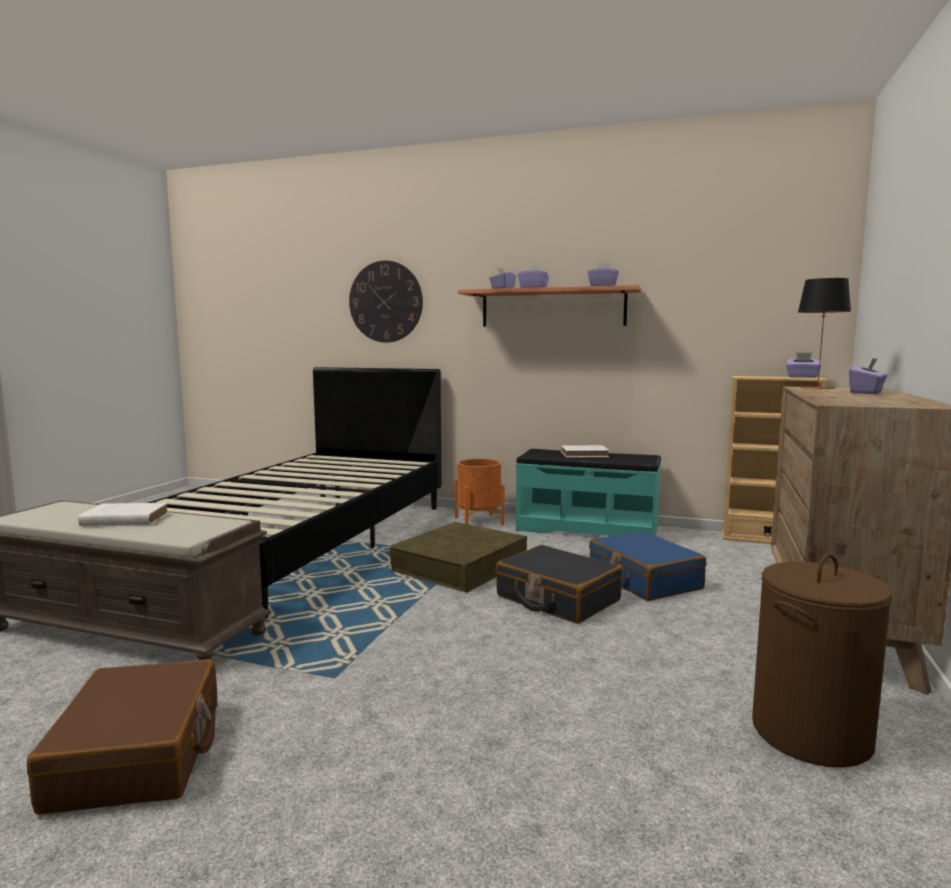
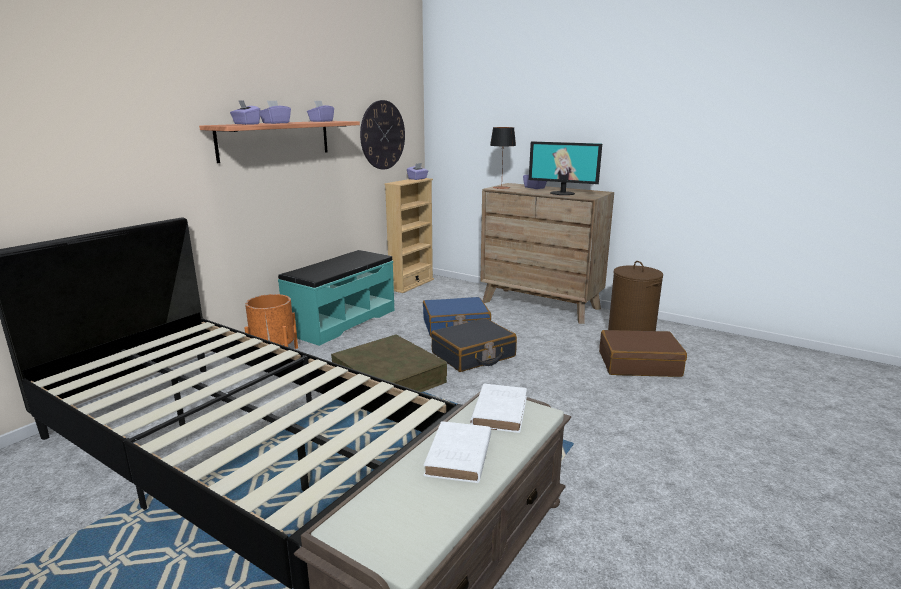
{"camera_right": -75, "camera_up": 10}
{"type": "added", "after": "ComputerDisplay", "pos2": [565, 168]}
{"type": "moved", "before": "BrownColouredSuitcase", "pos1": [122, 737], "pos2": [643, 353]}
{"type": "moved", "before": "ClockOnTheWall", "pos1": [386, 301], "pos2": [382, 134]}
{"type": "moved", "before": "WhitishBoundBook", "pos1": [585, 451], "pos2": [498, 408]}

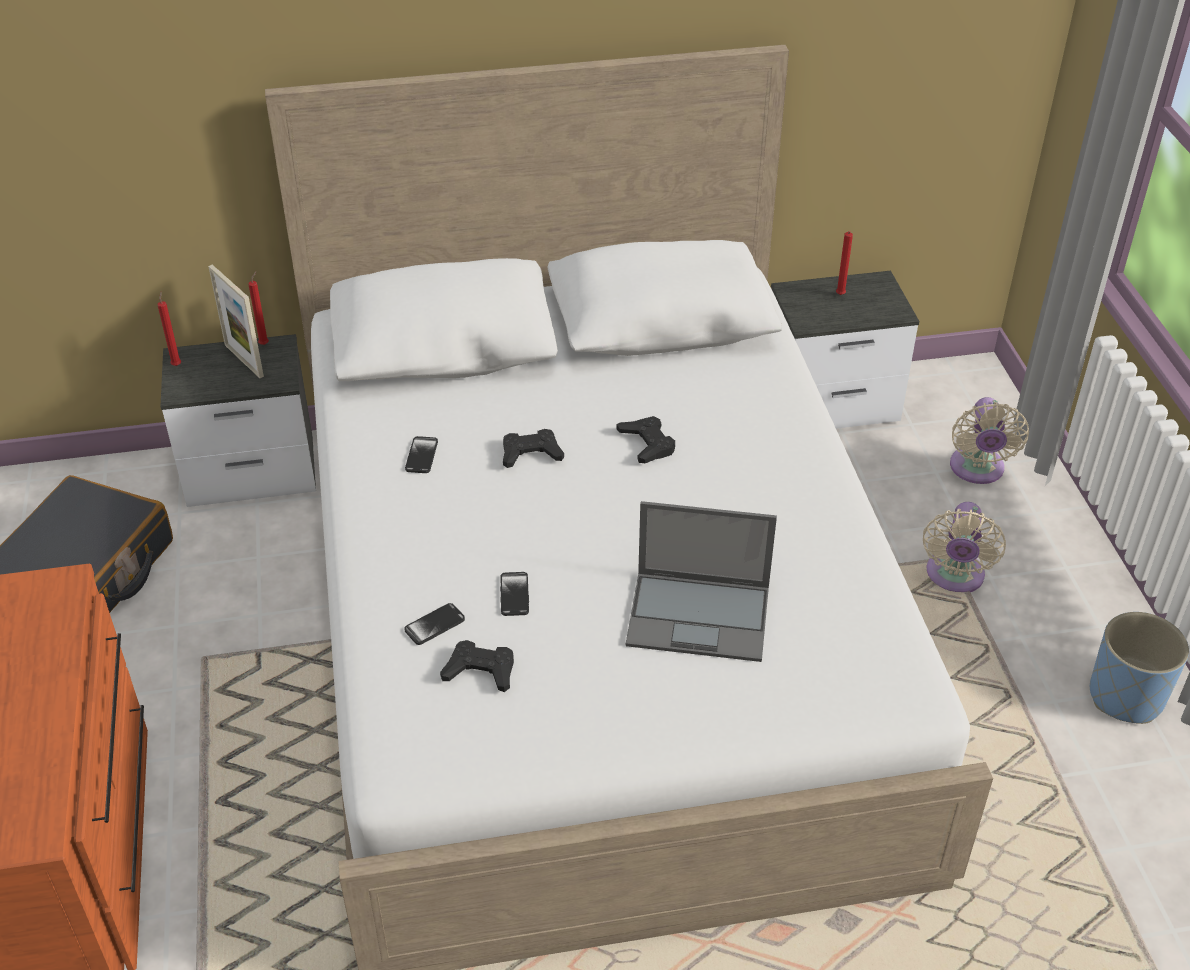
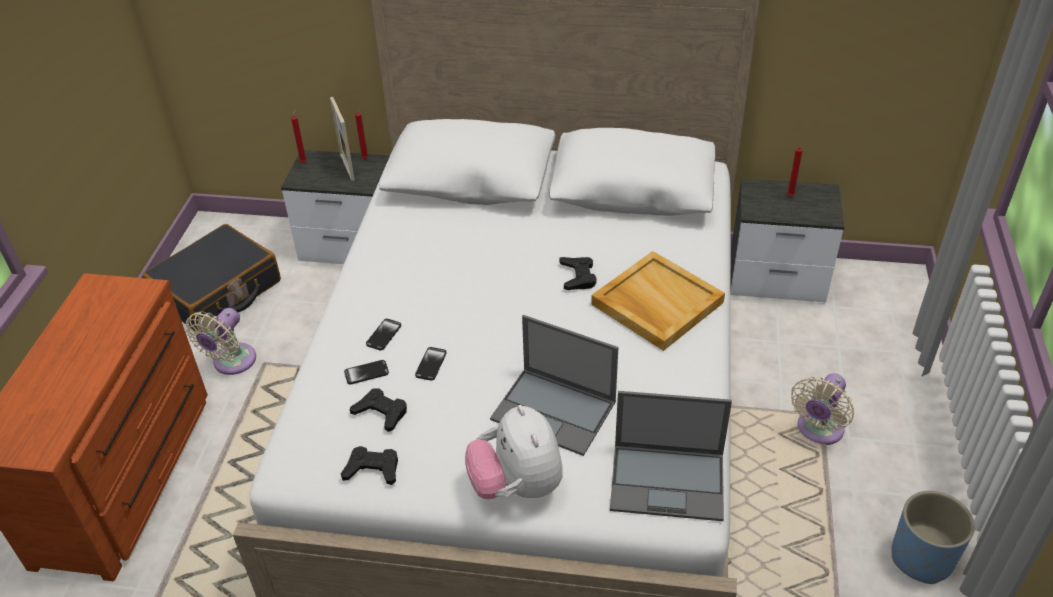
{"camera_right": 20, "camera_up": 0}
{"type": "added", "after": "CuddlyToy", "pos2": [514, 452]}
{"type": "added", "after": "BeigeColouredServingTray", "pos2": [658, 301]}
{"type": "added", "after": "NotebookComputer", "pos2": [671, 456]}
{"type": "moved", "before": "Telephone", "pos1": [421, 454], "pos2": [383, 334]}
{"type": "moved", "before": "BlackGamepad", "pos1": [533, 448], "pos2": [369, 465]}
{"type": "moved", "before": "BeigeColouredFan", "pos1": [989, 440], "pos2": [220, 341]}

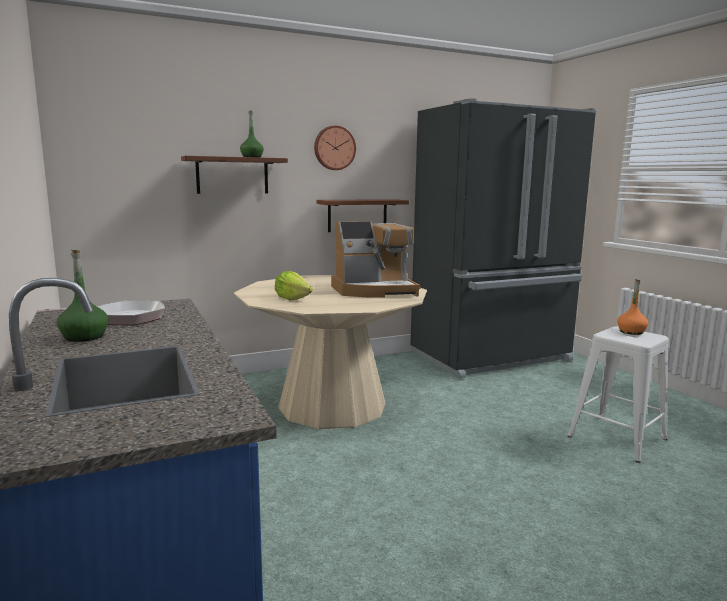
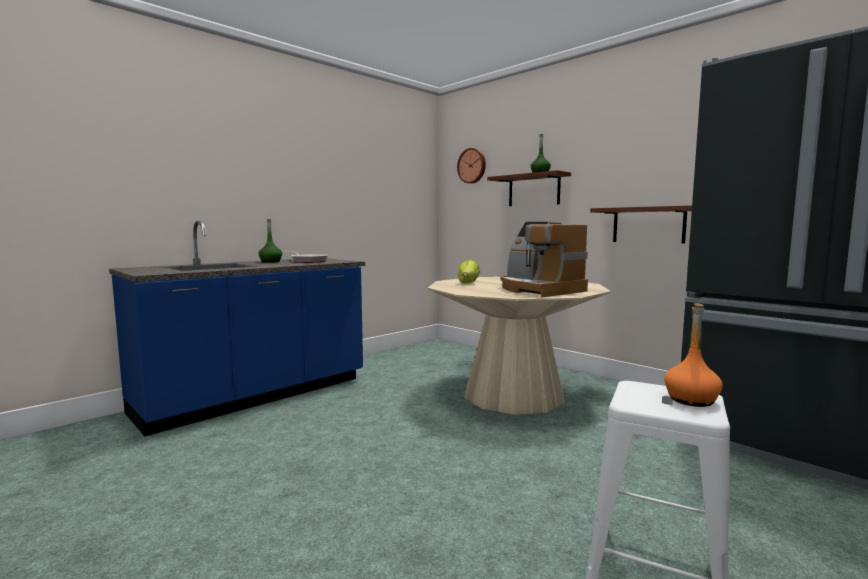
{"camera_right": 70, "camera_up": -5}
{"type": "moved", "before": "ClockOnTheWall", "pos1": [335, 147], "pos2": [471, 166]}

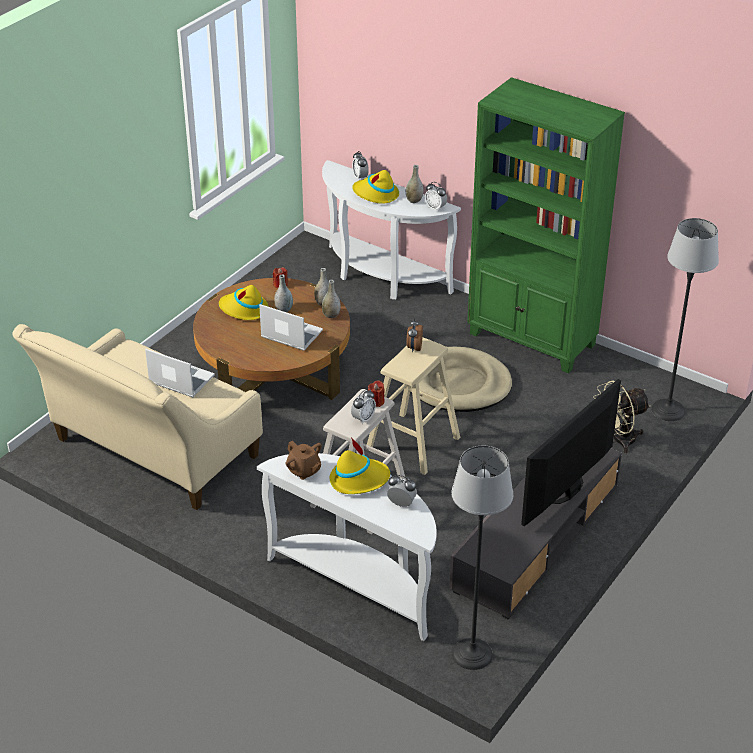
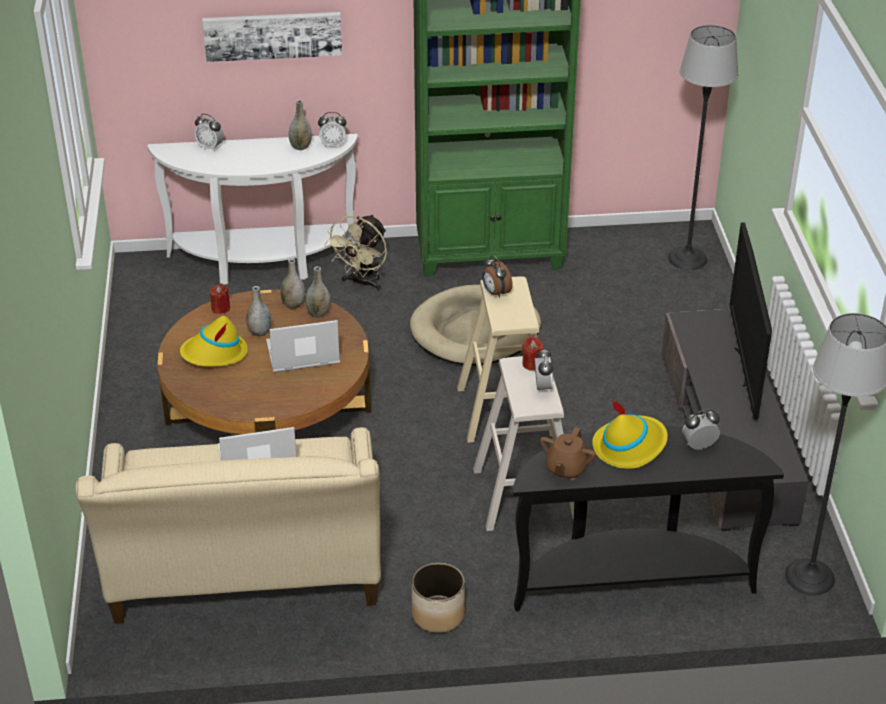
{"camera_right": -40, "camera_up": 0}
{"type": "removed", "before": "YellowHat", "pos1": [375, 187]}
{"type": "added", "after": "WallPicture", "pos2": [272, 37]}
{"type": "added", "after": "PlantPot", "pos2": [438, 598]}
{"type": "moved", "before": "BeigeColouredFan", "pos1": [622, 416], "pos2": [355, 252]}
{"type": "recoloured", "before": "WhitishConsoleTable", "after": "BlackConsoleTable", "pos1": [347, 547], "pos2": [648, 518]}
{"type": "turned", "before": "BrownColouredPotForTea", "pos1": [303, 460], "pos2": [568, 453], "turn": 105}

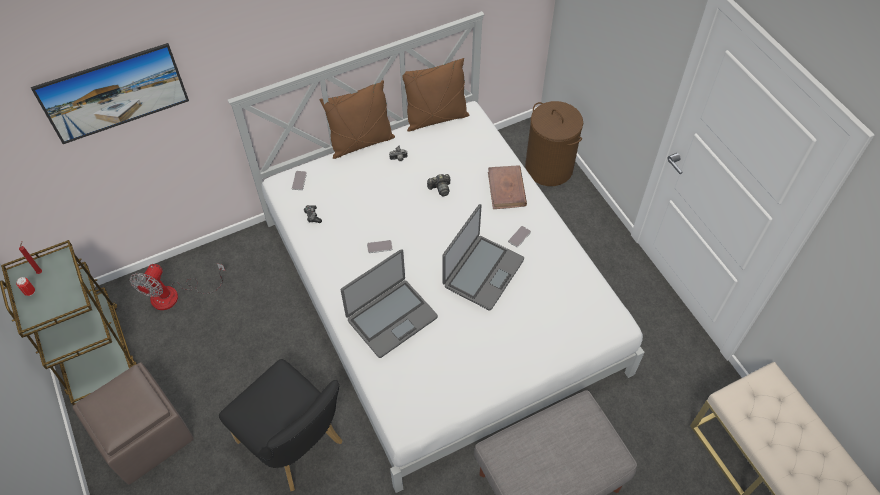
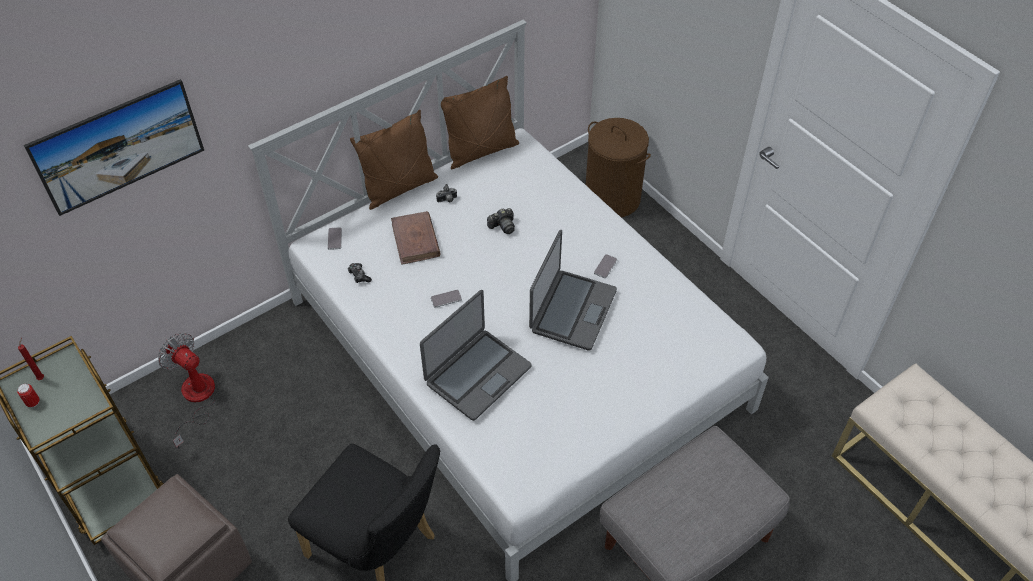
{"camera_right": -10, "camera_up": -5}
{"type": "moved", "before": "BrownColouredBoundBook", "pos1": [507, 187], "pos2": [416, 238]}
{"type": "turned", "before": "Fan", "pos1": [177, 286], "pos2": [186, 391], "turn": 120}

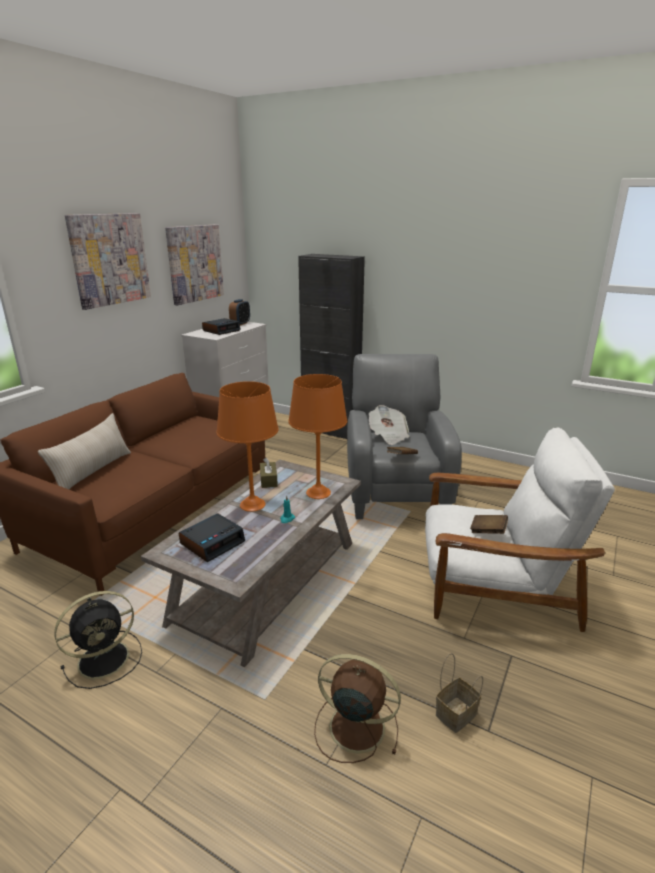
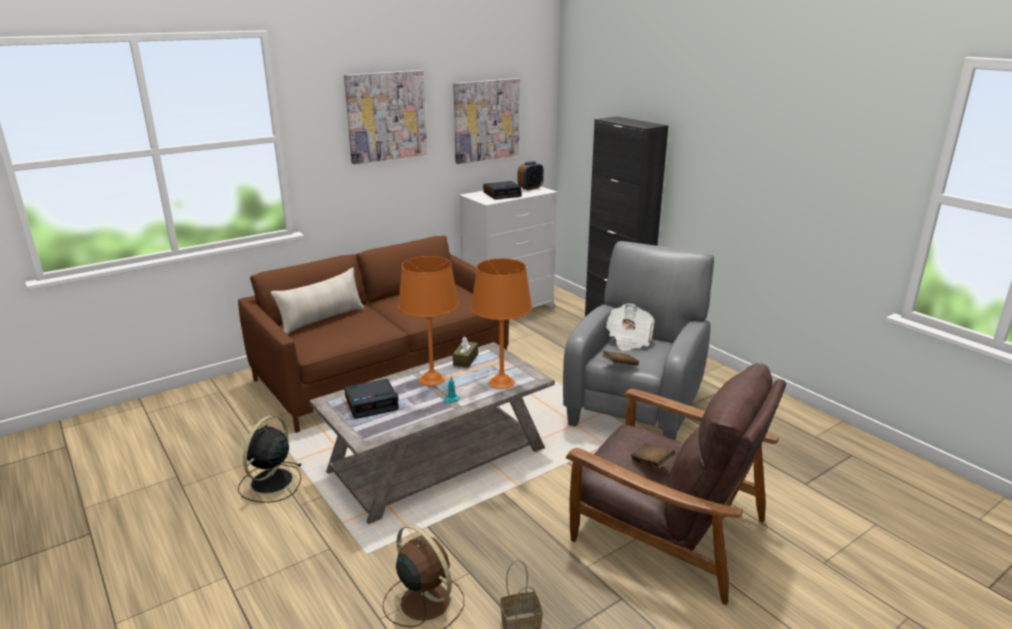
{"camera_right": 25, "camera_up": 0}
{"type": "recoloured", "before": "WhitishEasyChair", "after": "BrownColouredEasyChair", "pos1": [520, 529], "pos2": [676, 484]}
{"type": "turned", "before": "BlackFan", "pos1": [98, 640], "pos2": [269, 459], "turn": 120}

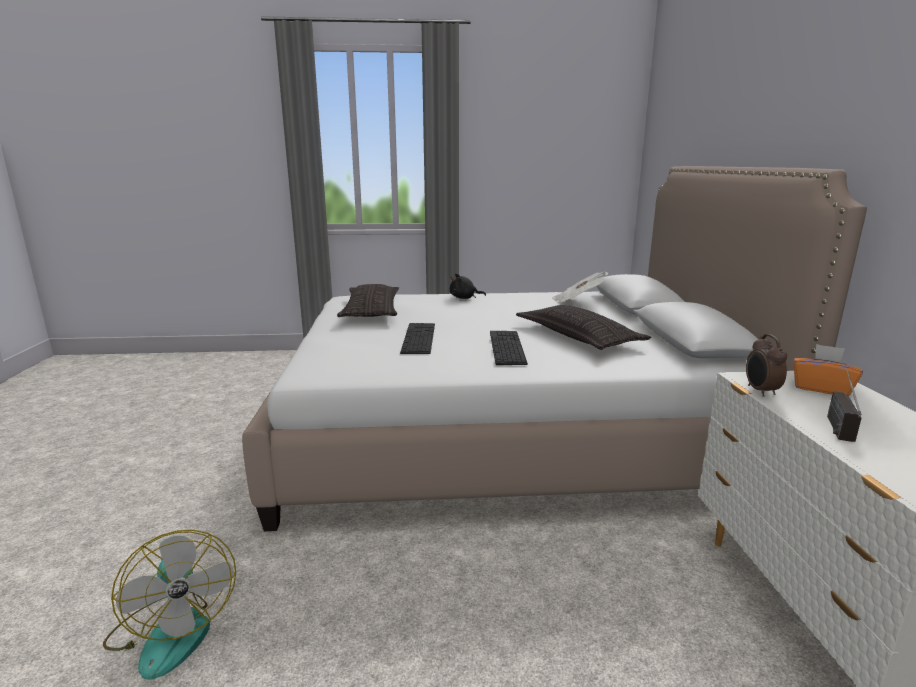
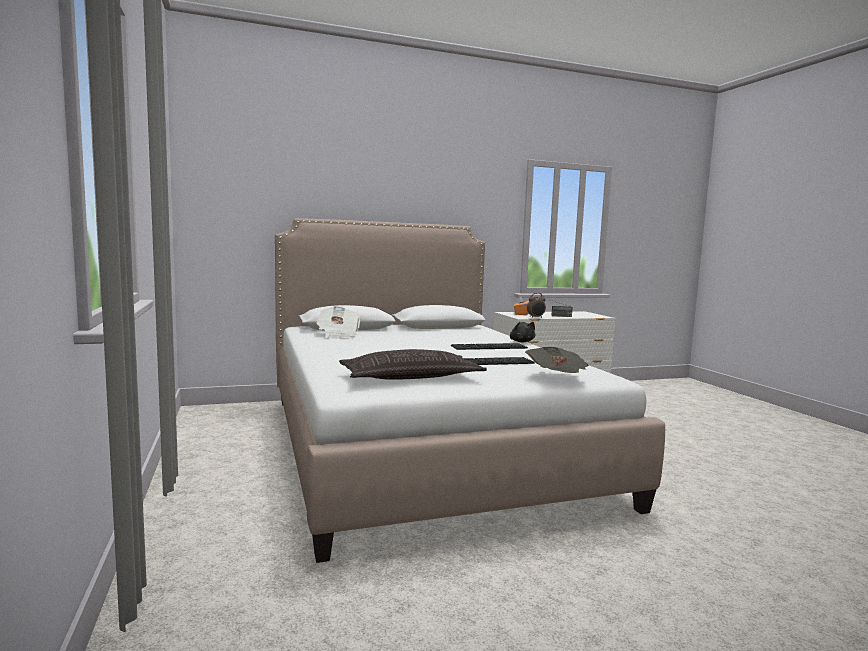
{"camera_right": -105, "camera_up": -10}
{"type": "removed", "before": "Fan", "pos1": [169, 605]}
{"type": "removed", "before": "Cushion", "pos1": [583, 327]}
{"type": "added", "after": "Newspaper", "pos2": [557, 360]}
{"type": "moved", "before": "BlackCuddlyToy", "pos1": [468, 286], "pos2": [522, 331]}

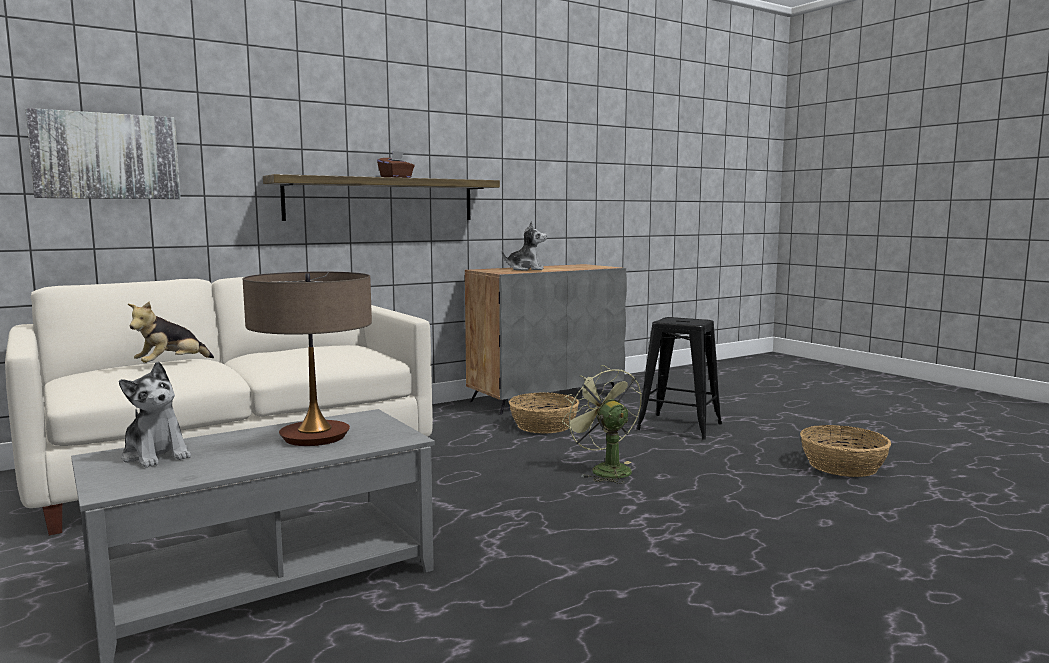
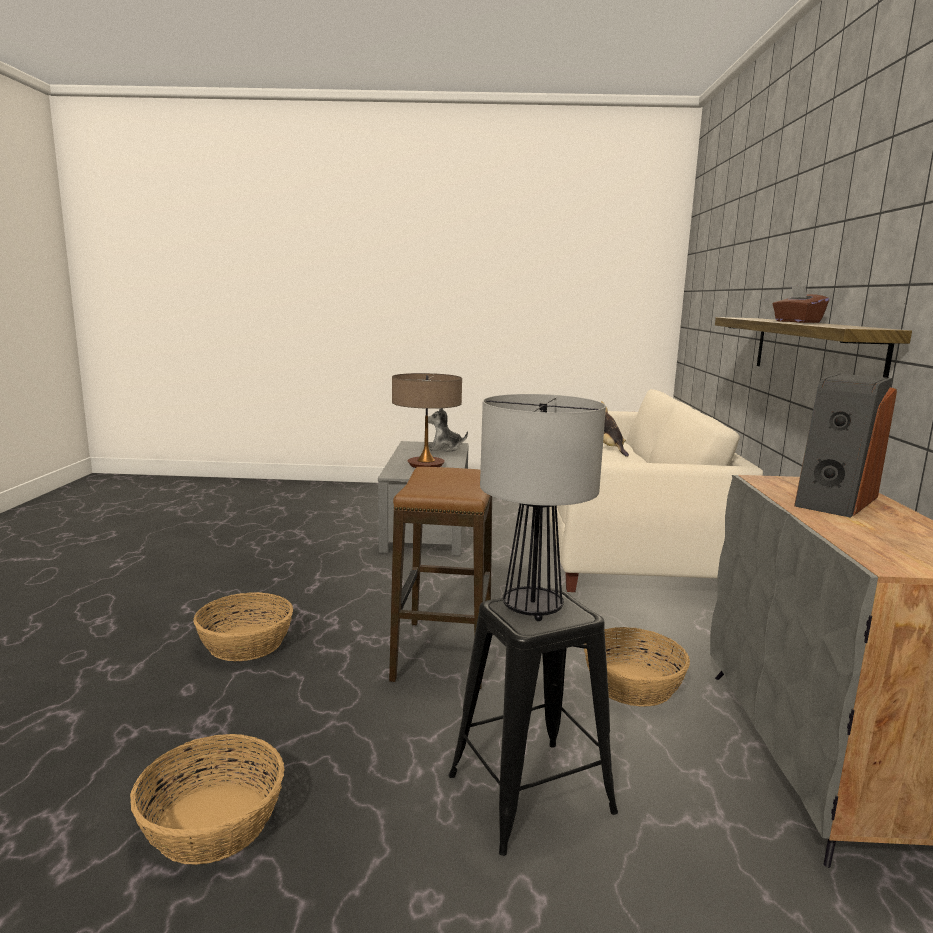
{"camera_right": 125, "camera_up": 5}
{"type": "removed", "before": "WallPicture", "pos1": [103, 153]}
{"type": "added", "after": "Basket", "pos2": [243, 627]}
{"type": "added", "after": "LampForATable", "pos2": [543, 507]}
{"type": "replaced", "before": "CuddlyToy", "after": "AudioSpeaker", "pos1": [524, 246], "pos2": [845, 446]}
{"type": "replaced", "before": "GreenColouredFan", "after": "SittingStool", "pos1": [602, 424], "pos2": [440, 578]}

